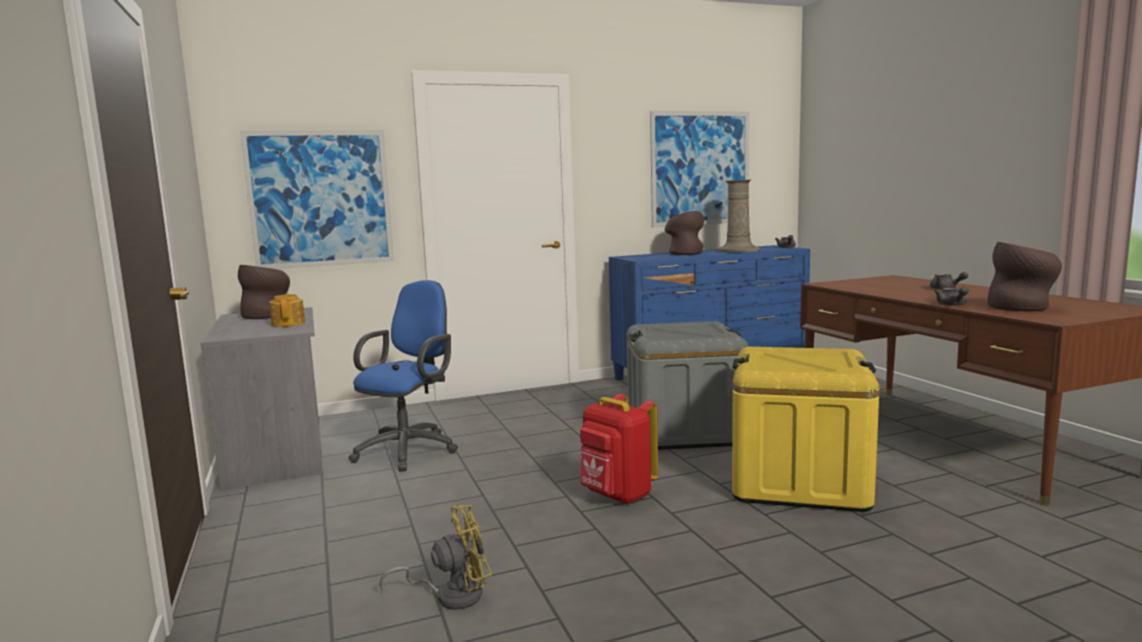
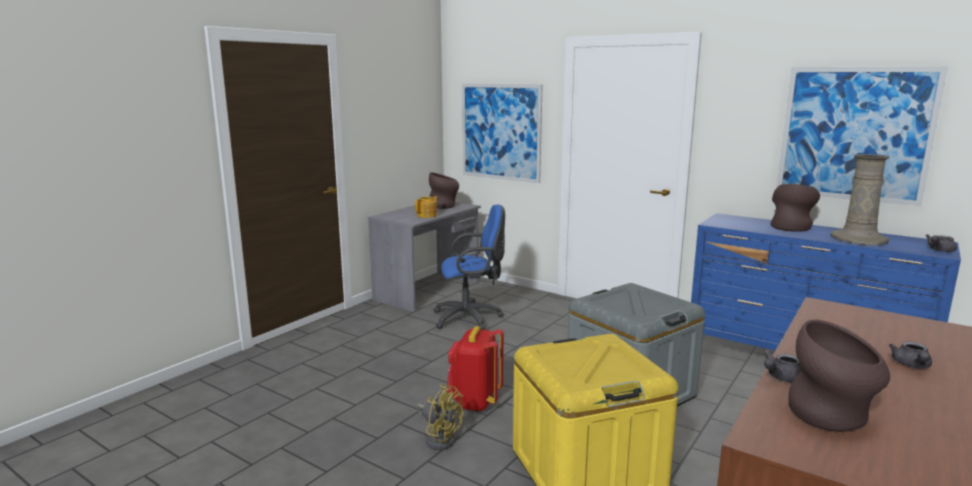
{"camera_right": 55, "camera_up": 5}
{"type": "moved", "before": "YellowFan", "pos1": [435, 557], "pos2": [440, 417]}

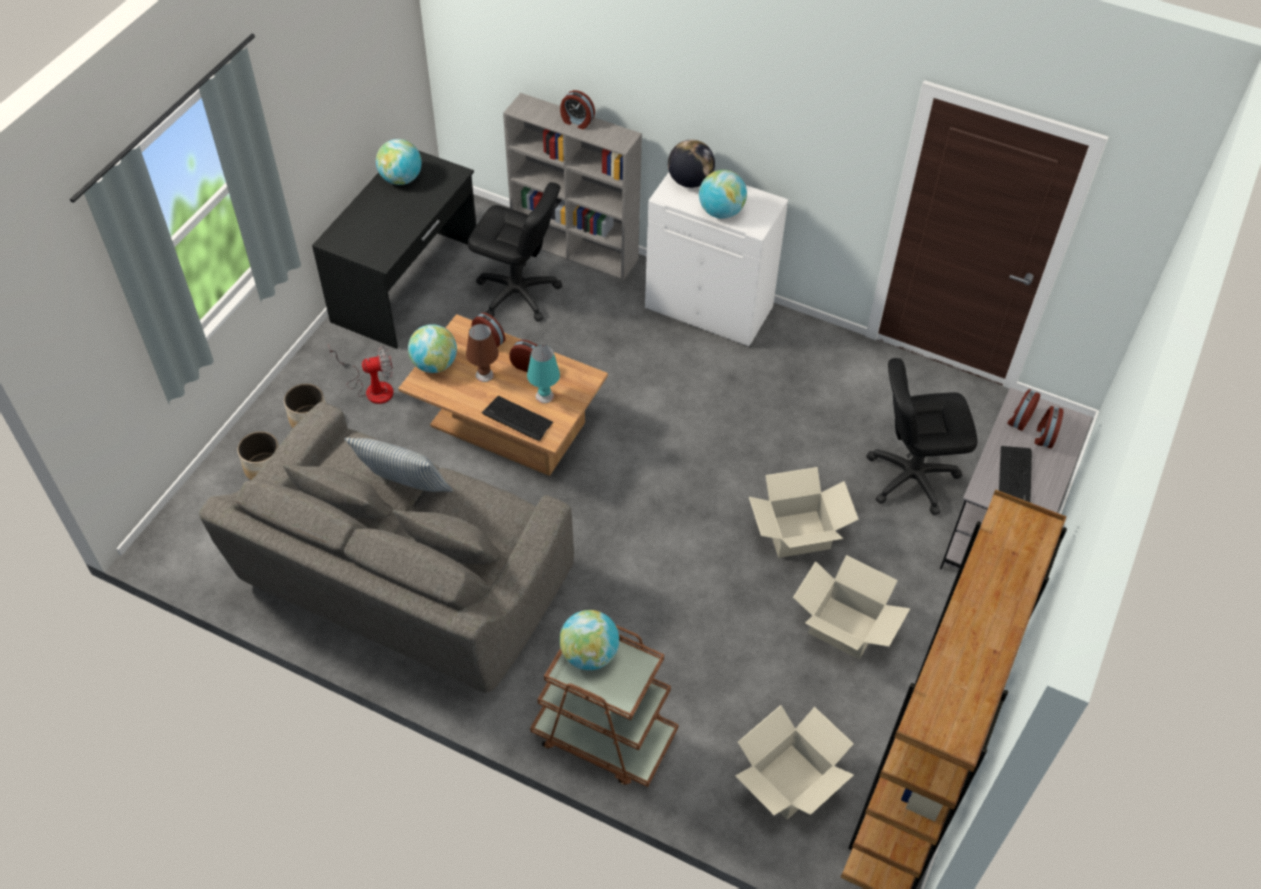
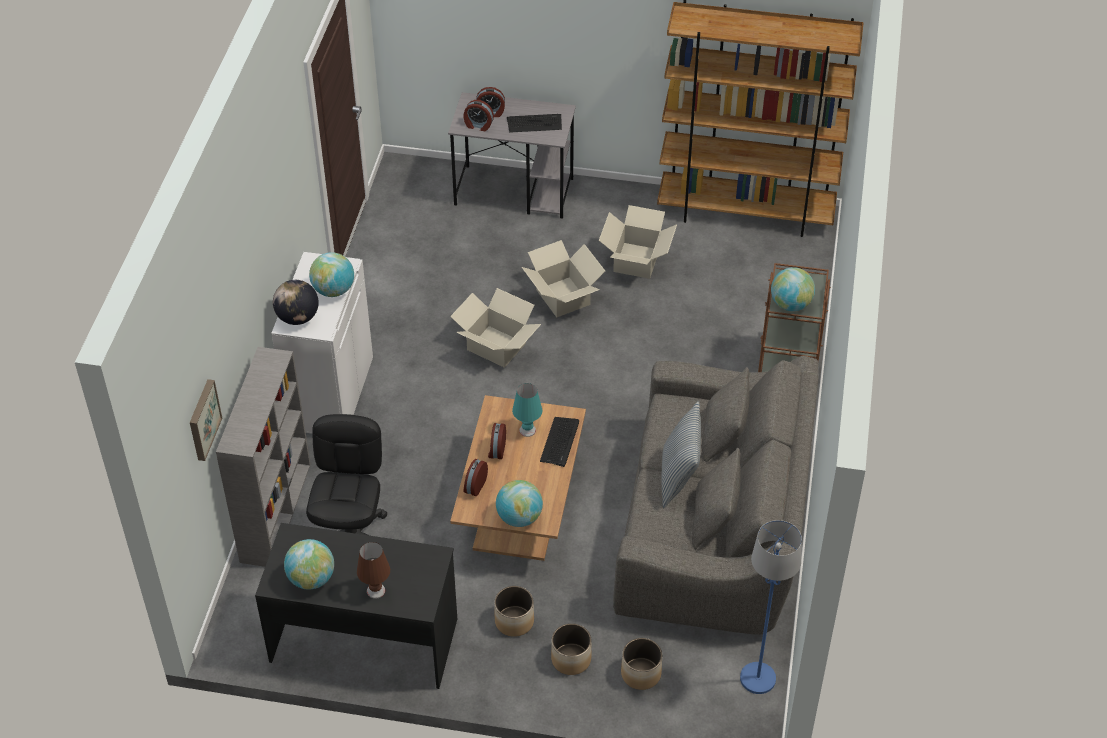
{"camera_right": -105, "camera_up": -5}
{"type": "removed", "before": "TableClock", "pos1": [577, 109]}
{"type": "removed", "before": "BlackComputerChair", "pos1": [921, 436]}
{"type": "added", "after": "WallPicture", "pos2": [206, 420]}
{"type": "added", "after": "BlueColouredStandardLamp", "pos2": [771, 607]}
{"type": "moved", "before": "BrownColouredLampForATable", "pos1": [482, 353], "pos2": [373, 570]}
{"type": "moved", "before": "CardboardBox", "pos1": [794, 762], "pos2": [495, 328]}
{"type": "replaced", "before": "Fan", "after": "PlantPot", "pos1": [361, 375], "pos2": [514, 611]}

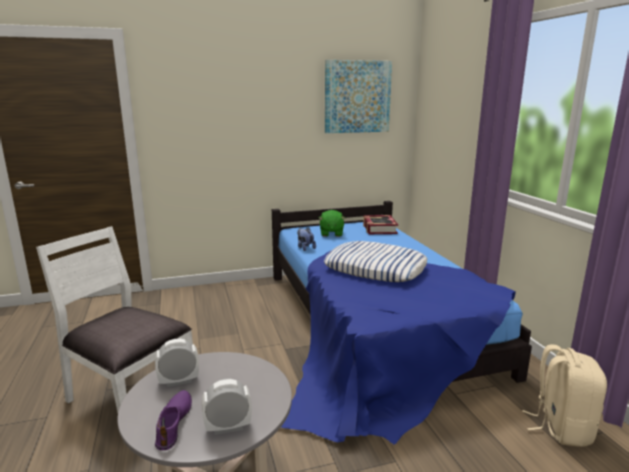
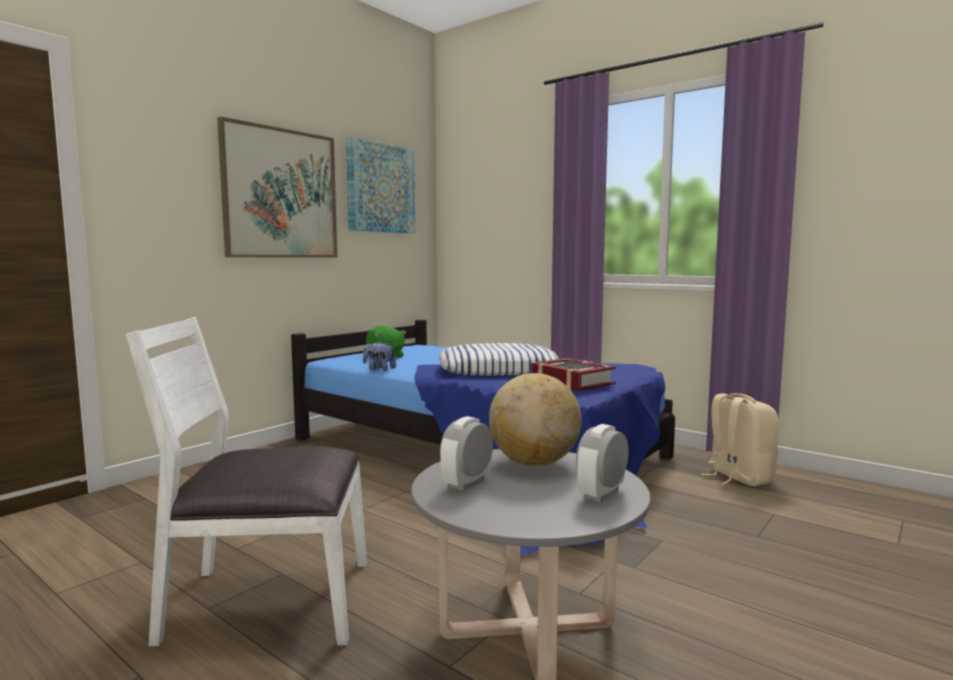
{"camera_right": -35, "camera_up": -10}
{"type": "removed", "before": "PurpleColouredLowShoe", "pos1": [173, 420]}
{"type": "added", "after": "WallPicture", "pos2": [277, 187]}
{"type": "added", "after": "Globe", "pos2": [535, 419]}
{"type": "moved", "before": "BoundBook", "pos1": [380, 224], "pos2": [573, 374]}

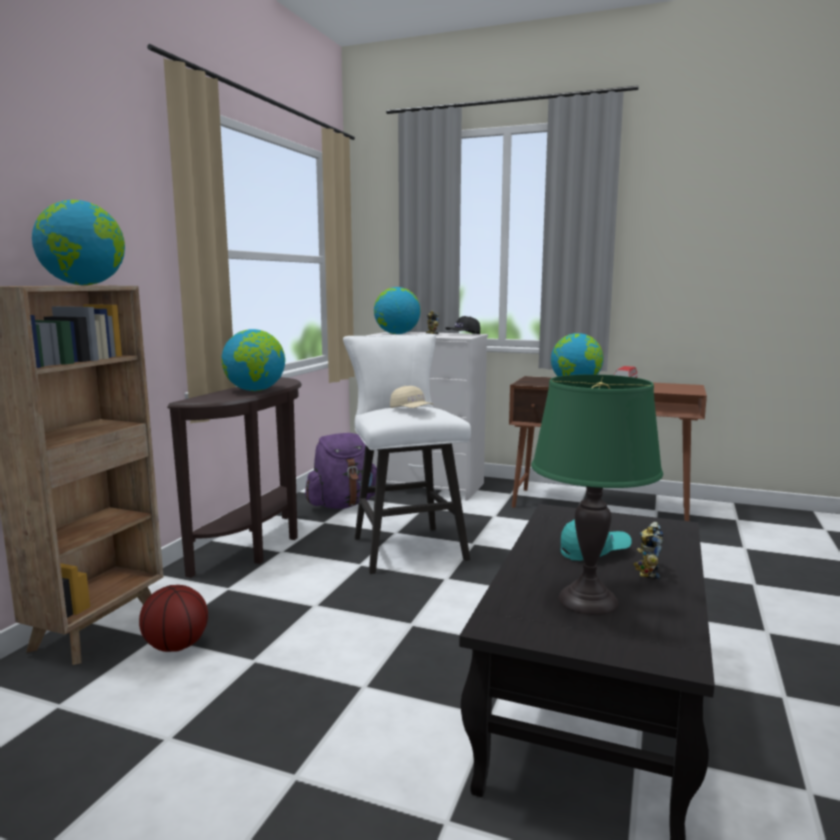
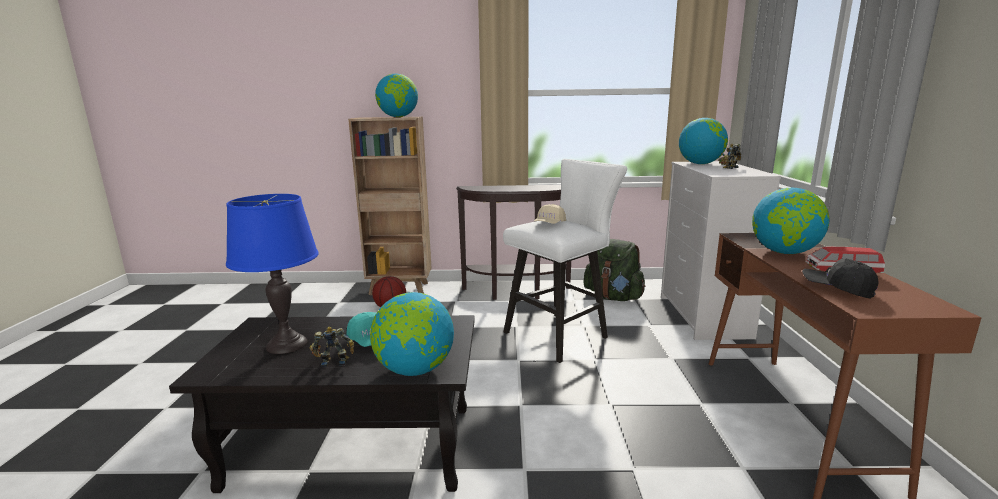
{"camera_right": 70, "camera_up": 5}
{"type": "moved", "before": "Globe", "pos1": [253, 360], "pos2": [412, 334]}
{"type": "moved", "before": "BlackPeakedCap", "pos1": [462, 325], "pos2": [840, 279]}
{"type": "recoloured", "before": "PurpleColouredRucksack", "after": "GreenColouredRucksack", "pos1": [341, 471], "pos2": [614, 270]}
{"type": "recoloured", "before": "GreenColouredLampForATable", "after": "BlueColouredLampForATable", "pos1": [597, 494], "pos2": [272, 274]}

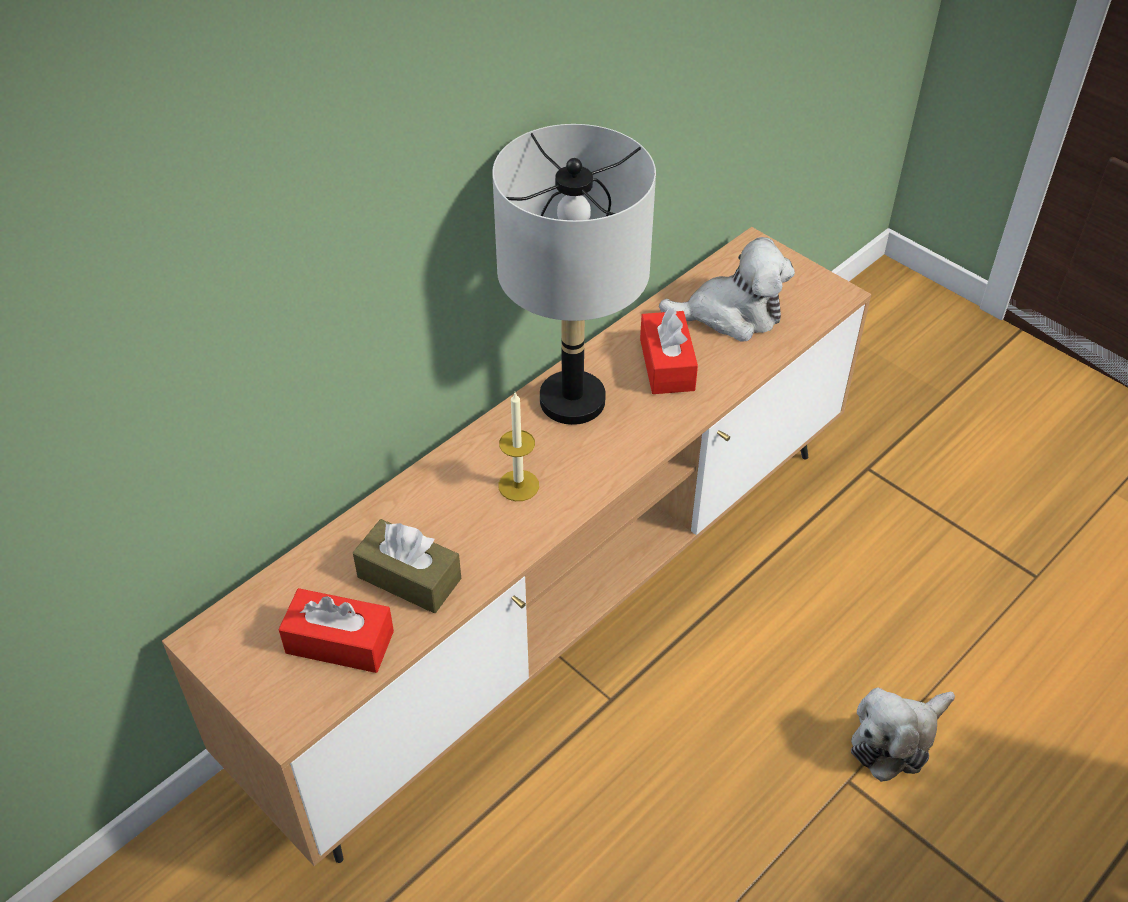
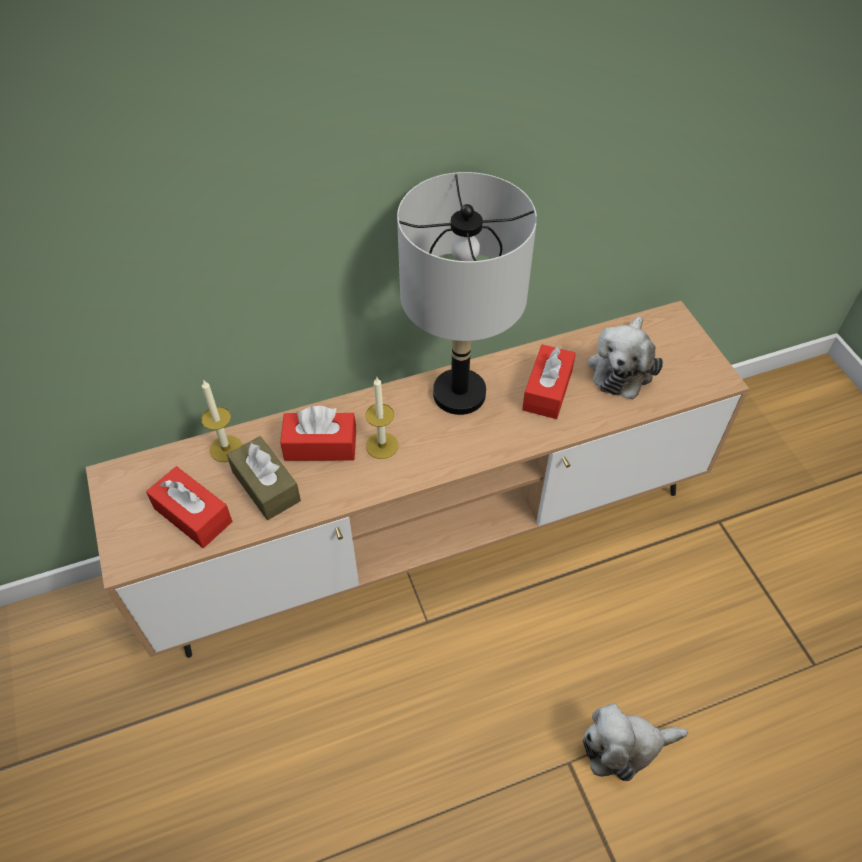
{"camera_right": 25, "camera_up": 5}
{"type": "added", "after": "WaxLight", "pos2": [222, 421]}
{"type": "added", "after": "RedBoxOfTissues", "pos2": [318, 433]}
{"type": "turned", "before": "CuddlyToy", "pos1": [727, 289], "pos2": [625, 357], "turn": 90}

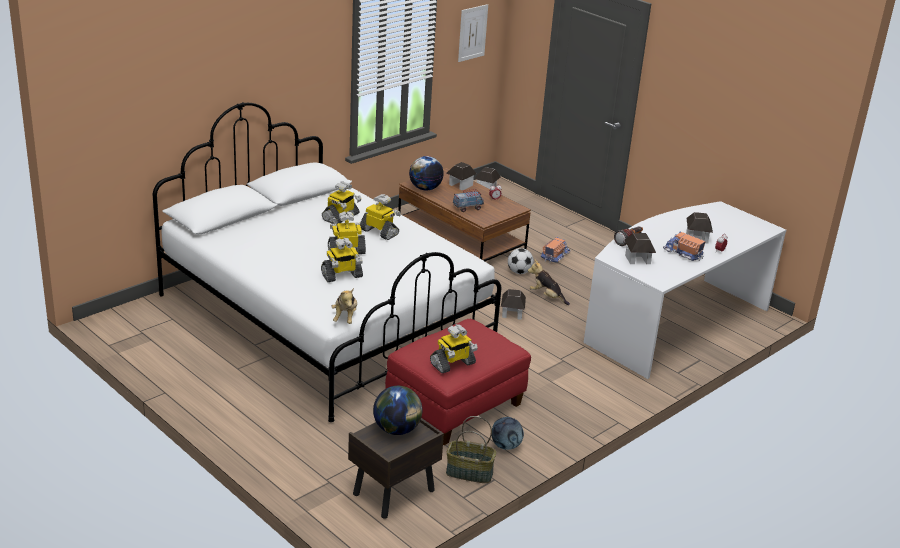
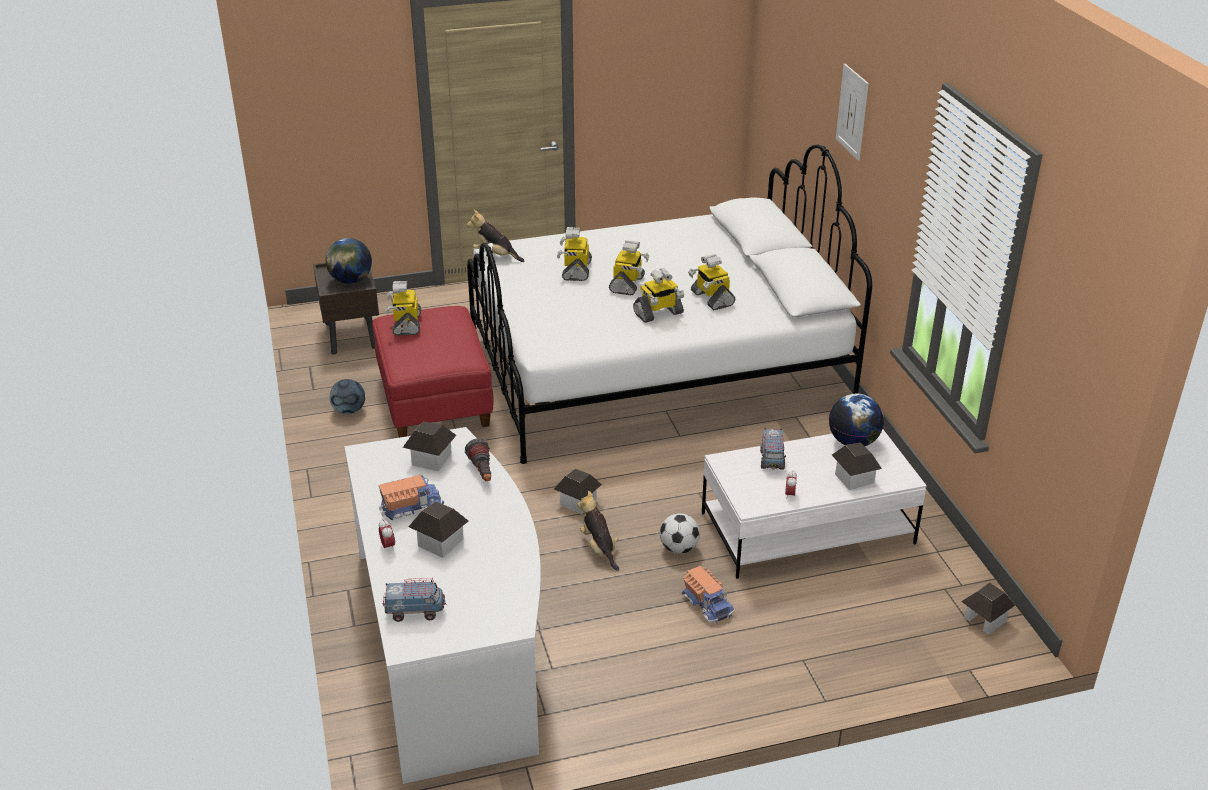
{"camera_right": 120, "camera_up": 5}
{"type": "removed", "before": "Basket", "pos1": [471, 449]}
{"type": "added", "after": "ToyLorry", "pos2": [414, 600]}
{"type": "moved", "before": "WallPicture", "pos1": [473, 33], "pos2": [852, 112]}
{"type": "recoloured", "before": "BrownColouredLowTable", "after": "WhitishLowTable", "pos1": [464, 214], "pos2": [814, 504]}
{"type": "turned", "before": "CuddlyToy", "pos1": [549, 282], "pos2": [598, 531], "turn": -90}

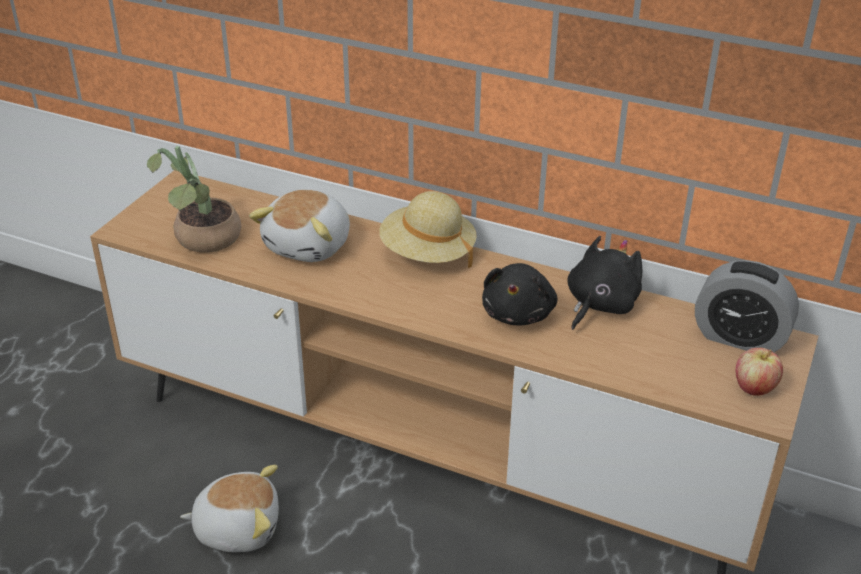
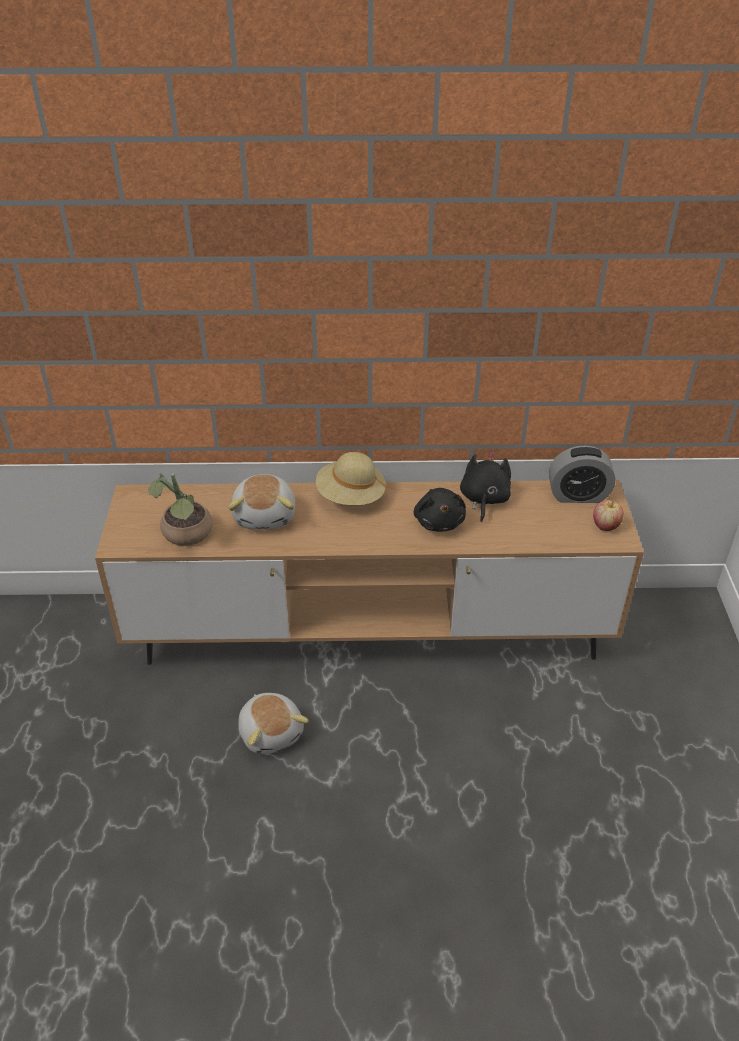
{"camera_right": -25, "camera_up": 5}
{"type": "turned", "before": "CuddlyToy", "pos1": [229, 508], "pos2": [274, 723], "turn": 90}

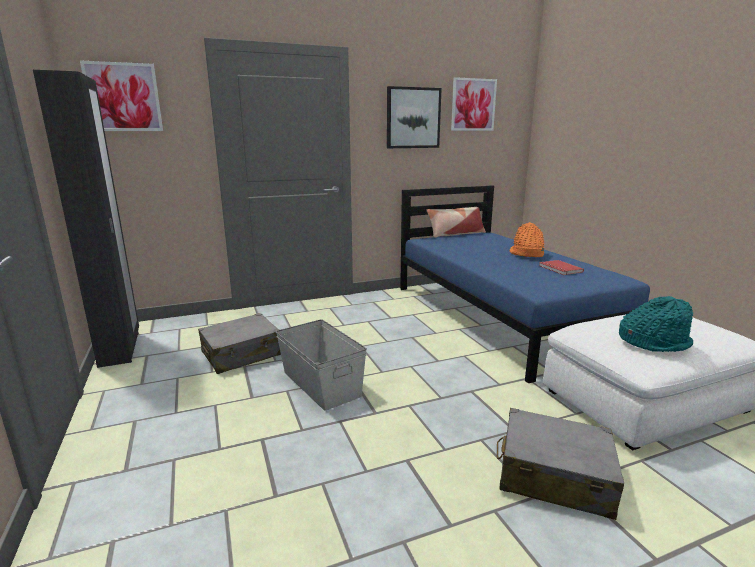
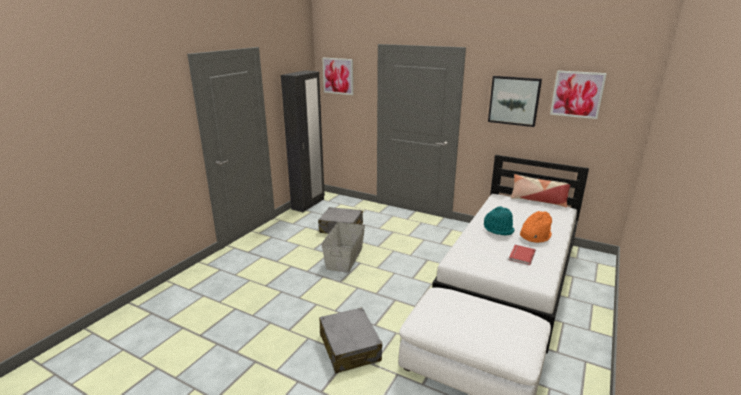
{"camera_right": 50, "camera_up": 5}
{"type": "moved", "before": "TurquoiseColouredHat", "pos1": [656, 324], "pos2": [499, 220]}
{"type": "recoloured", "before": "BlueColouredBedroomBed", "after": "WhitishBedroomBed", "pos1": [525, 284], "pos2": [510, 254]}

